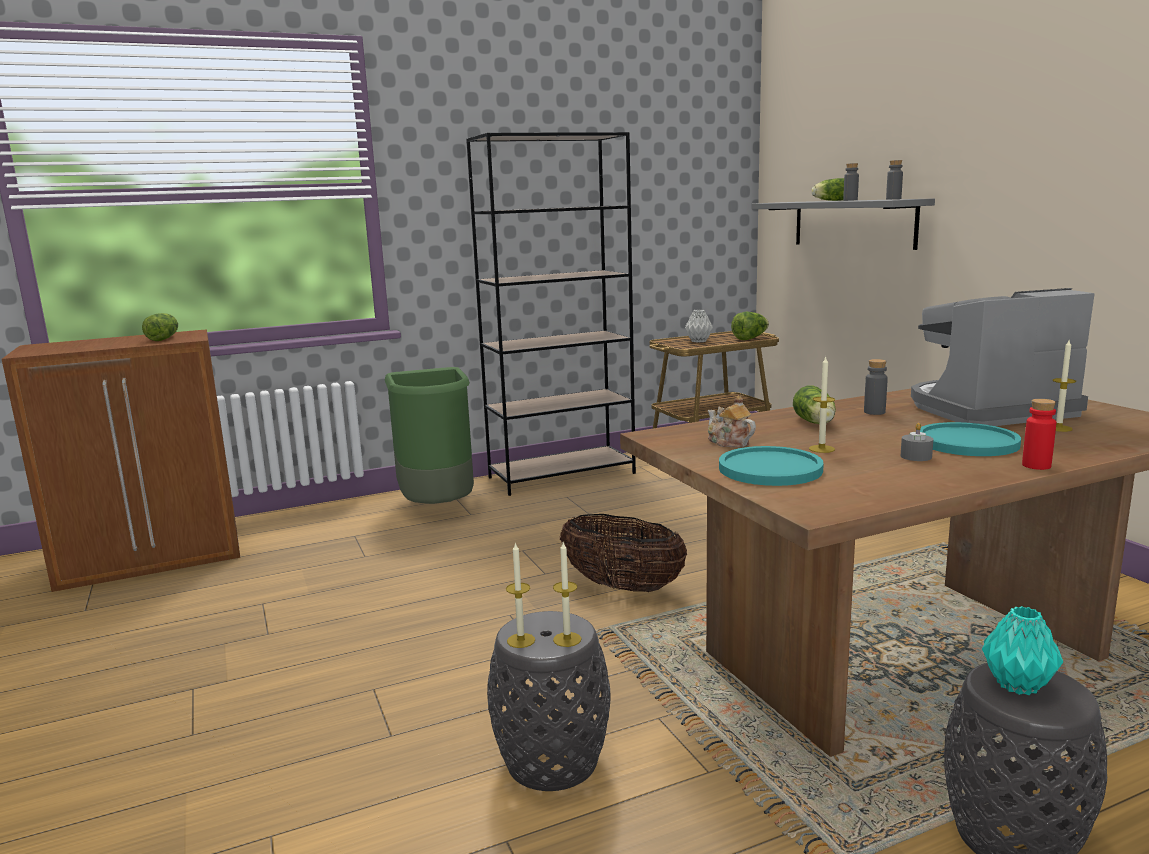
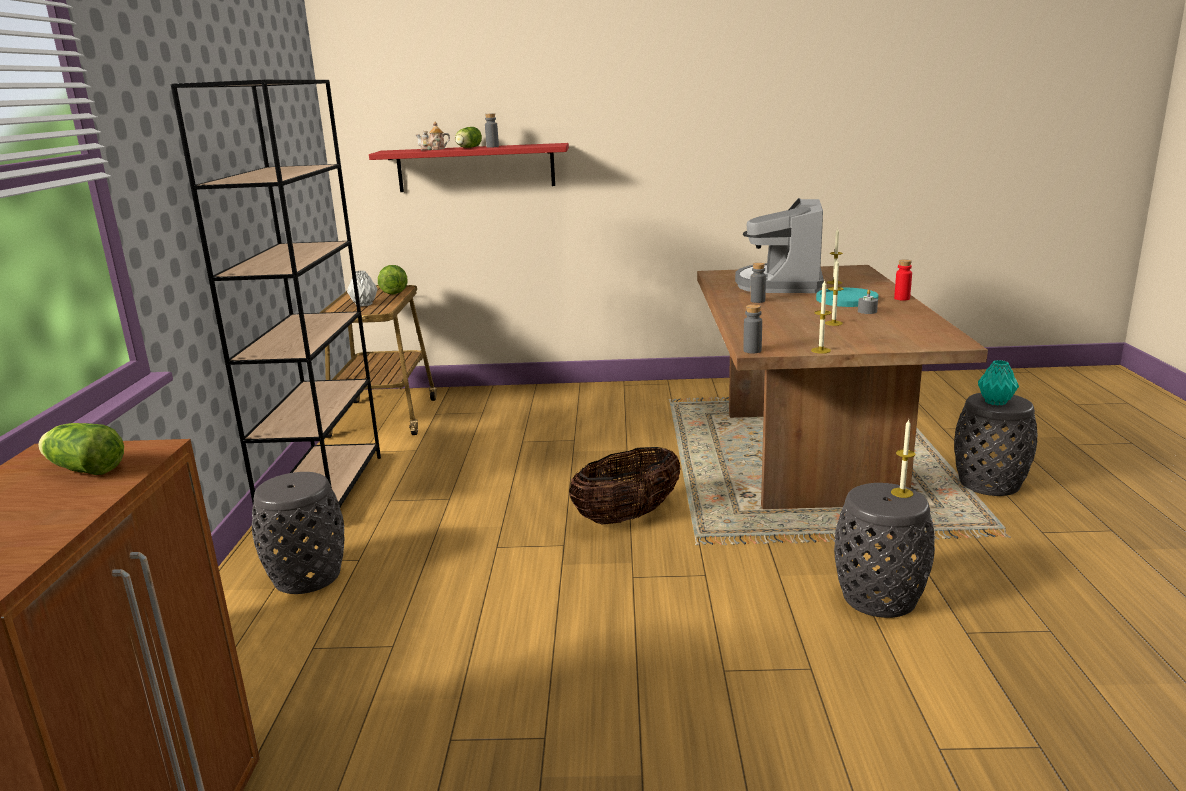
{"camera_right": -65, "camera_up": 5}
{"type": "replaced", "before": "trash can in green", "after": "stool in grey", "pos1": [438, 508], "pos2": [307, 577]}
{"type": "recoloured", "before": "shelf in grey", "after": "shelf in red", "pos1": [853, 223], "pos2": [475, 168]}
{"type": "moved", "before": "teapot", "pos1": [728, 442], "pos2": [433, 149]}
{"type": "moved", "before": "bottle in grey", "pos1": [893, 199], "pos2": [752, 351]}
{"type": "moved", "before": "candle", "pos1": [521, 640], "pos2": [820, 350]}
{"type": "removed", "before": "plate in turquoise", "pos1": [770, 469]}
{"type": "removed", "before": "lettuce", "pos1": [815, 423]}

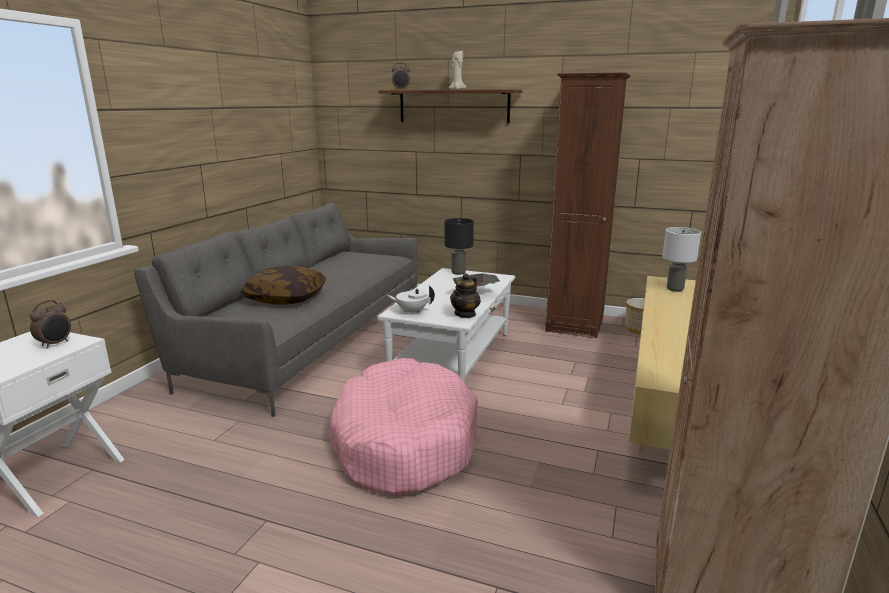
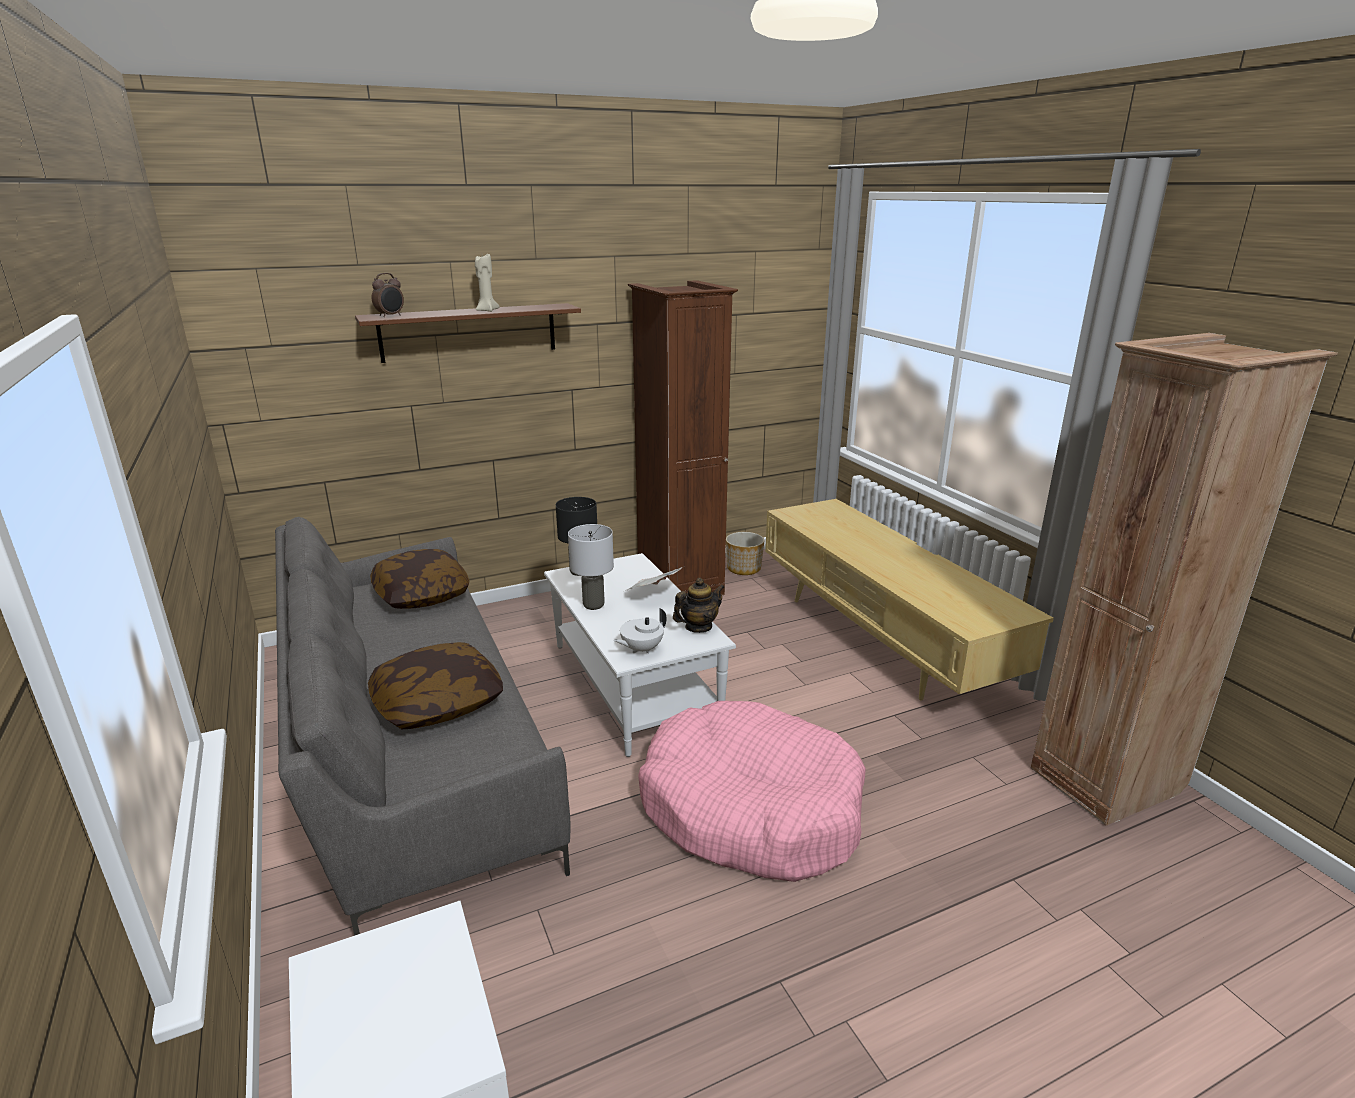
{"camera_right": -45, "camera_up": 5}
{"type": "added", "after": "pillow", "pos2": [421, 595]}
{"type": "moved", "before": "table lamp in white", "pos1": [674, 289], "pos2": [592, 605]}
{"type": "turned", "before": "teapot", "pos1": [465, 314], "pos2": [698, 627], "turn": -105}
{"type": "removed", "before": "alarm clock", "pos1": [55, 344]}

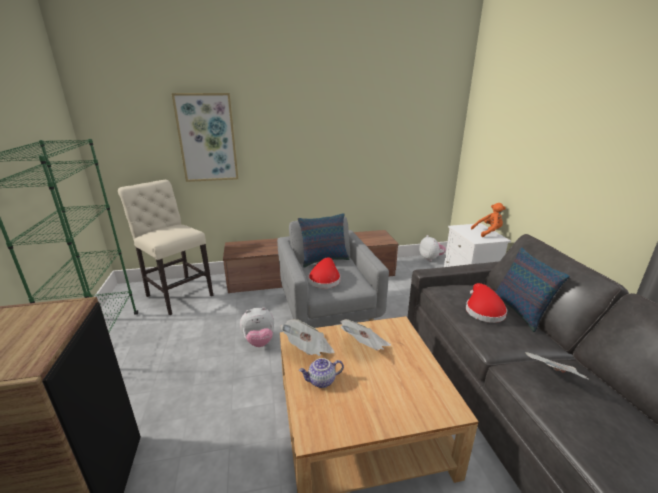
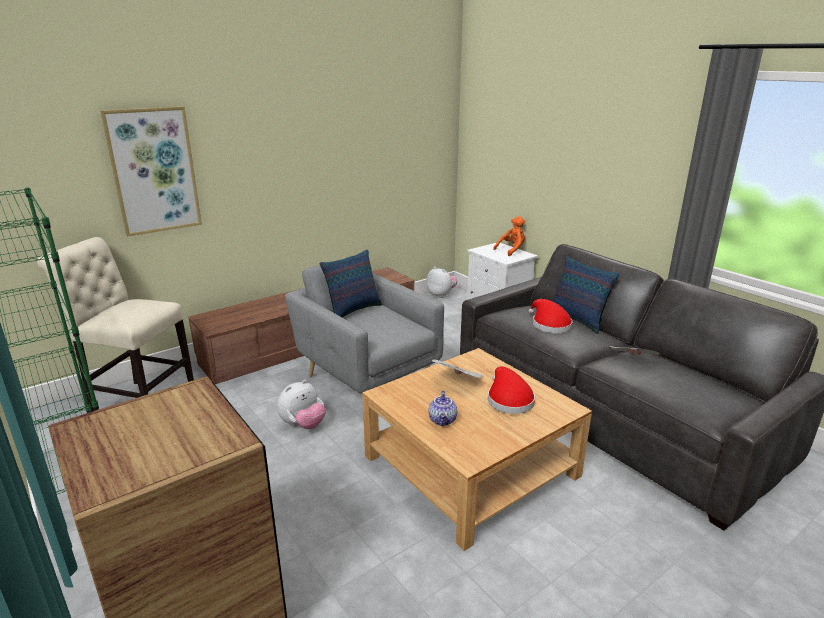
{"camera_right": -25, "camera_up": 0}
{"type": "turned", "before": "teapot", "pos1": [321, 381], "pos2": [443, 420], "turn": -45}
{"type": "moved", "before": "hat in red", "pos1": [325, 279], "pos2": [508, 399]}
{"type": "removed", "before": "newspaper", "pos1": [308, 349]}

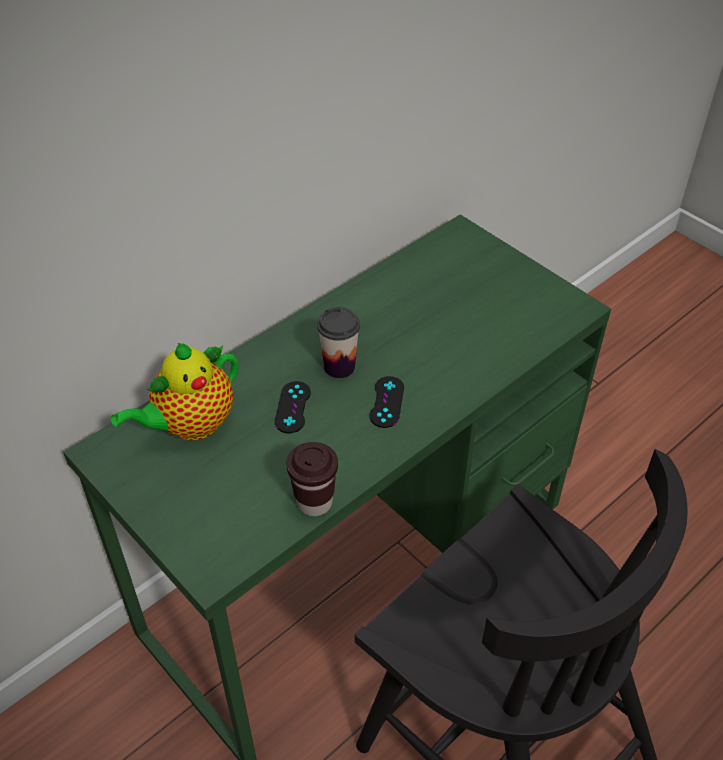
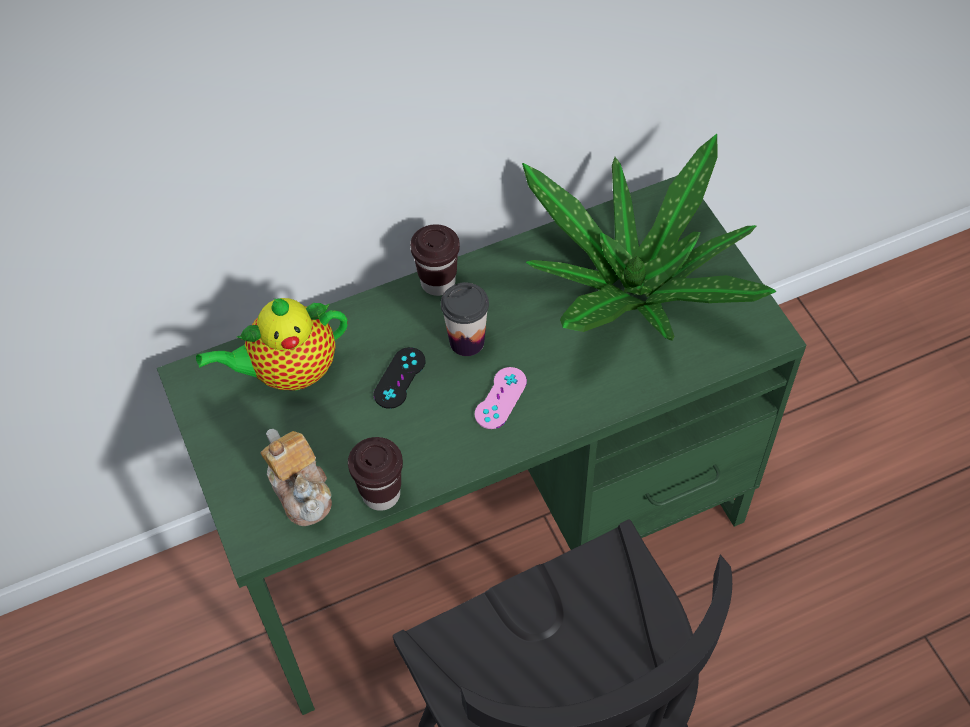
{"camera_right": 20, "camera_up": 10}
{"type": "added", "after": "teapot", "pos2": [301, 490]}
{"type": "added", "after": "cup in brown", "pos2": [438, 282]}
{"type": "recoloured", "before": "game controller in black", "after": "game controller in pink", "pos1": [386, 402], "pos2": [500, 398]}
{"type": "added", "after": "potted plant", "pos2": [635, 288]}

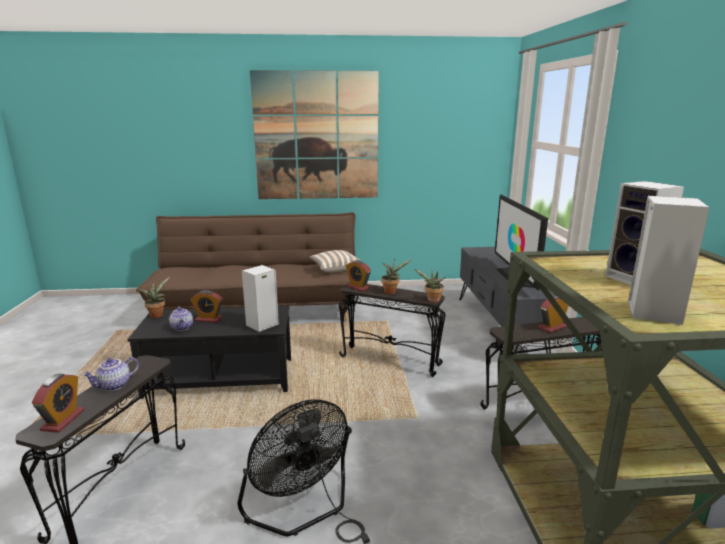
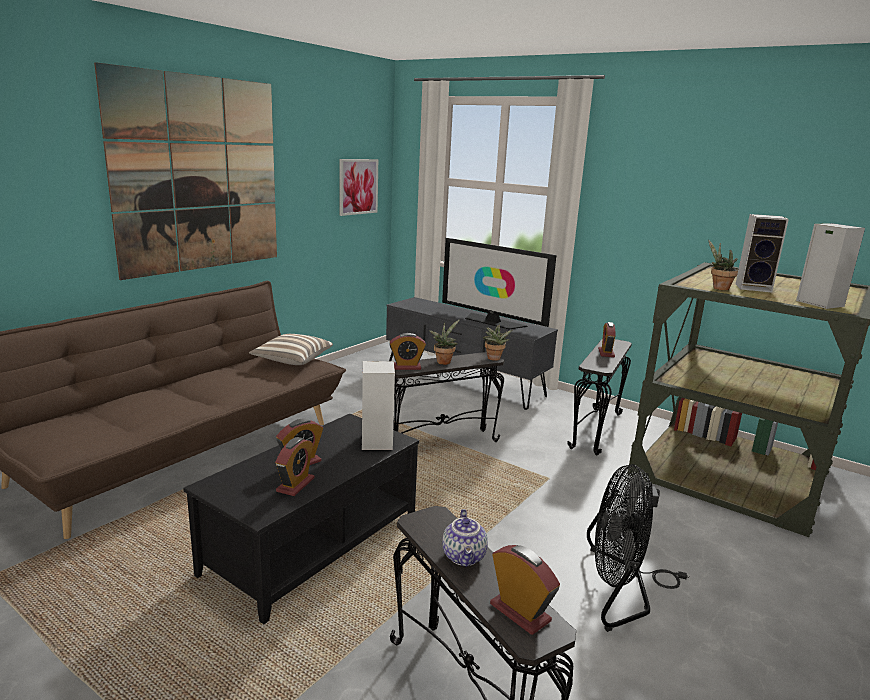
{"camera_right": -50, "camera_up": 0}
{"type": "replaced", "before": "teapot", "after": "alarm clock", "pos1": [182, 327], "pos2": [295, 485]}
{"type": "added", "after": "picture", "pos2": [358, 186]}
{"type": "moved", "before": "potted plant", "pos1": [157, 314], "pos2": [718, 288]}

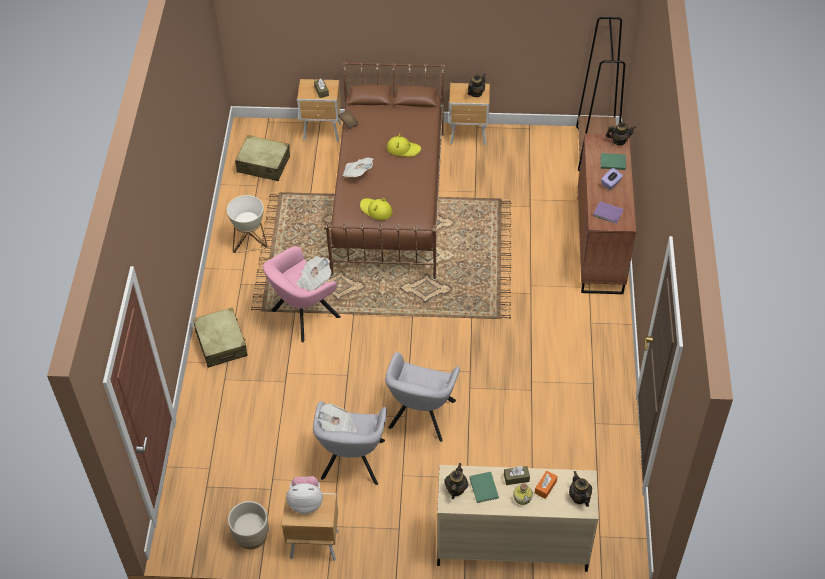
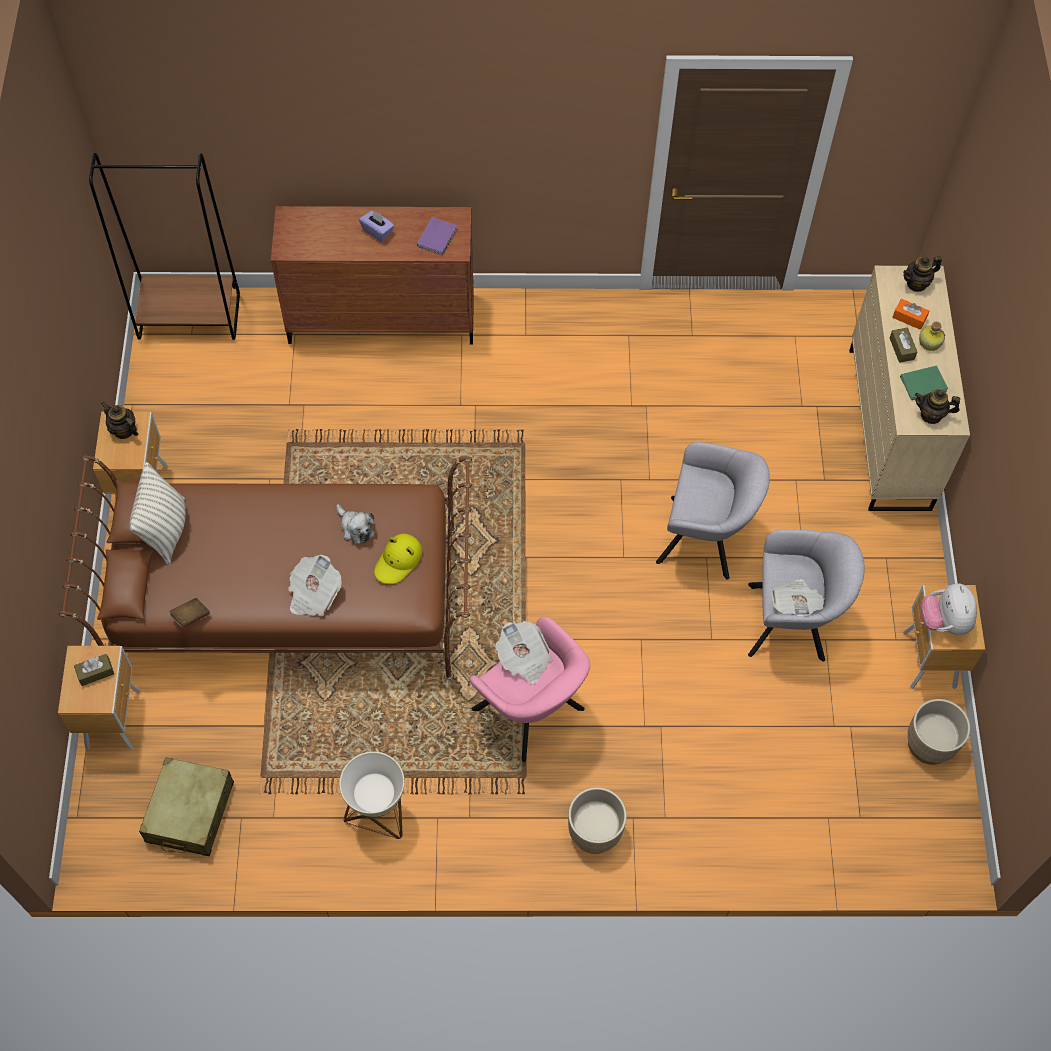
{"camera_right": -95, "camera_up": 10}
{"type": "added", "after": "pillow", "pos2": [165, 530]}
{"type": "added", "after": "plush toy", "pos2": [355, 528]}
{"type": "replaced", "before": "suitcase in beige", "after": "planter in beige", "pos1": [221, 343], "pos2": [594, 832]}
{"type": "removed", "before": "hat in yellow", "pos1": [403, 149]}
{"type": "removed", "before": "book in green", "pos1": [612, 162]}
{"type": "removed", "before": "teapot", "pos1": [619, 141]}

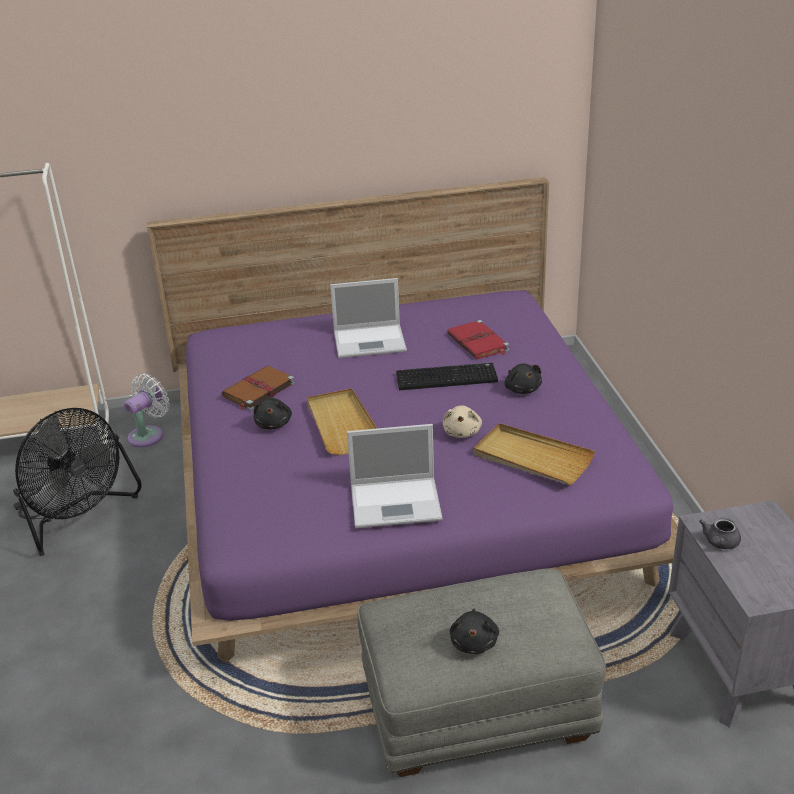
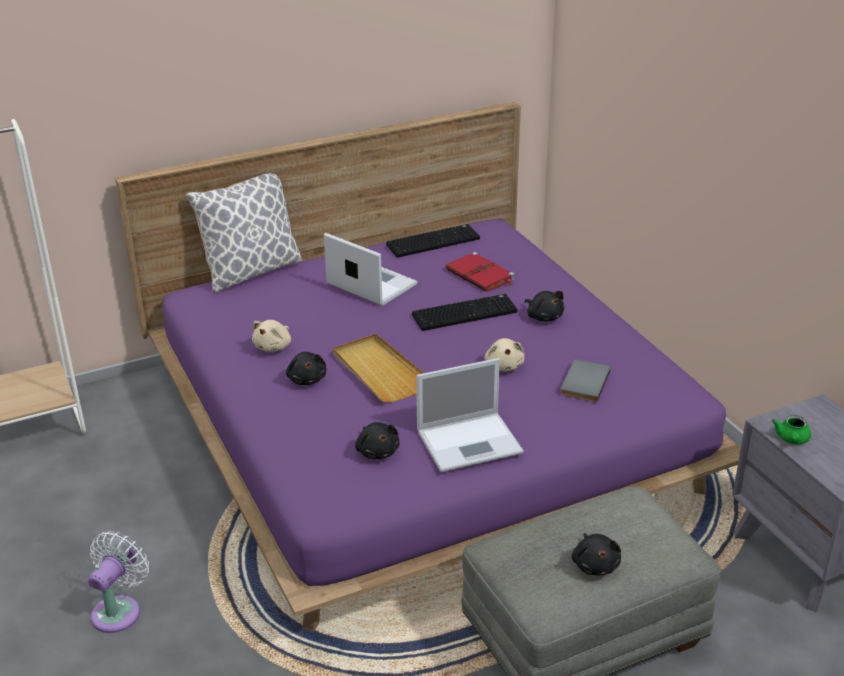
{"camera_right": -15, "camera_up": 0}
{"type": "moved", "before": "fan in white", "pos1": [149, 435], "pos2": [119, 610]}
{"type": "added", "after": "pillow", "pos2": [251, 271]}
{"type": "replaced", "before": "book in brown", "after": "plush toy in beige", "pos1": [258, 390], "pos2": [273, 346]}
{"type": "turned", "before": "laptop", "pos1": [371, 341], "pos2": [370, 284], "turn": -120}
{"type": "added", "after": "plush toy in black", "pos2": [377, 451]}
{"type": "added", "after": "keyboard", "pos2": [433, 241]}
{"type": "replaced", "before": "tray in beige", "after": "book in grey", "pos1": [532, 458], "pos2": [583, 382]}
{"type": "recoloured", "before": "teapot in grey", "after": "teapot in green", "pos1": [719, 543], "pos2": [791, 440]}
{"type": "removed", "before": "fan in black", "pos1": [73, 518]}

